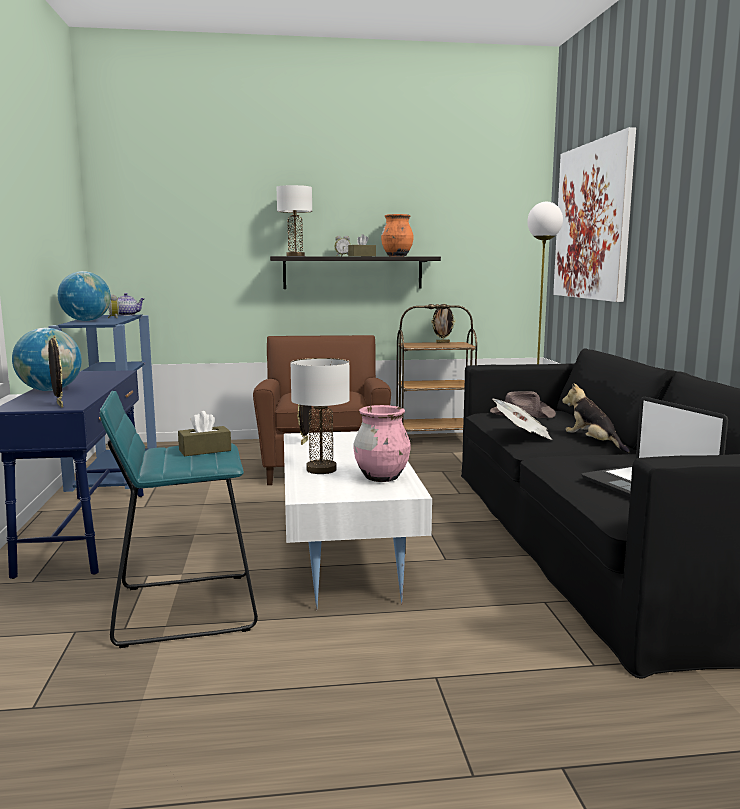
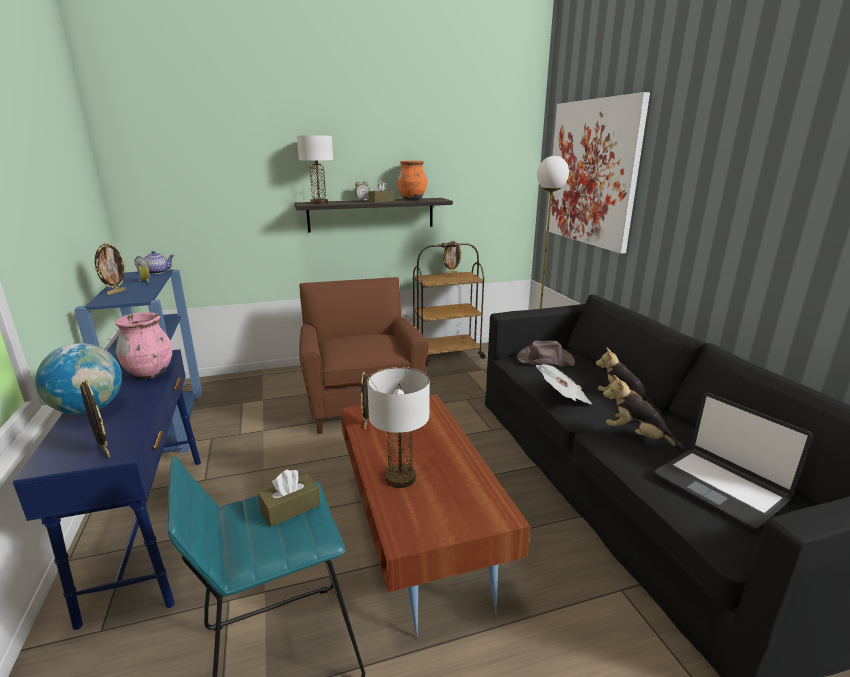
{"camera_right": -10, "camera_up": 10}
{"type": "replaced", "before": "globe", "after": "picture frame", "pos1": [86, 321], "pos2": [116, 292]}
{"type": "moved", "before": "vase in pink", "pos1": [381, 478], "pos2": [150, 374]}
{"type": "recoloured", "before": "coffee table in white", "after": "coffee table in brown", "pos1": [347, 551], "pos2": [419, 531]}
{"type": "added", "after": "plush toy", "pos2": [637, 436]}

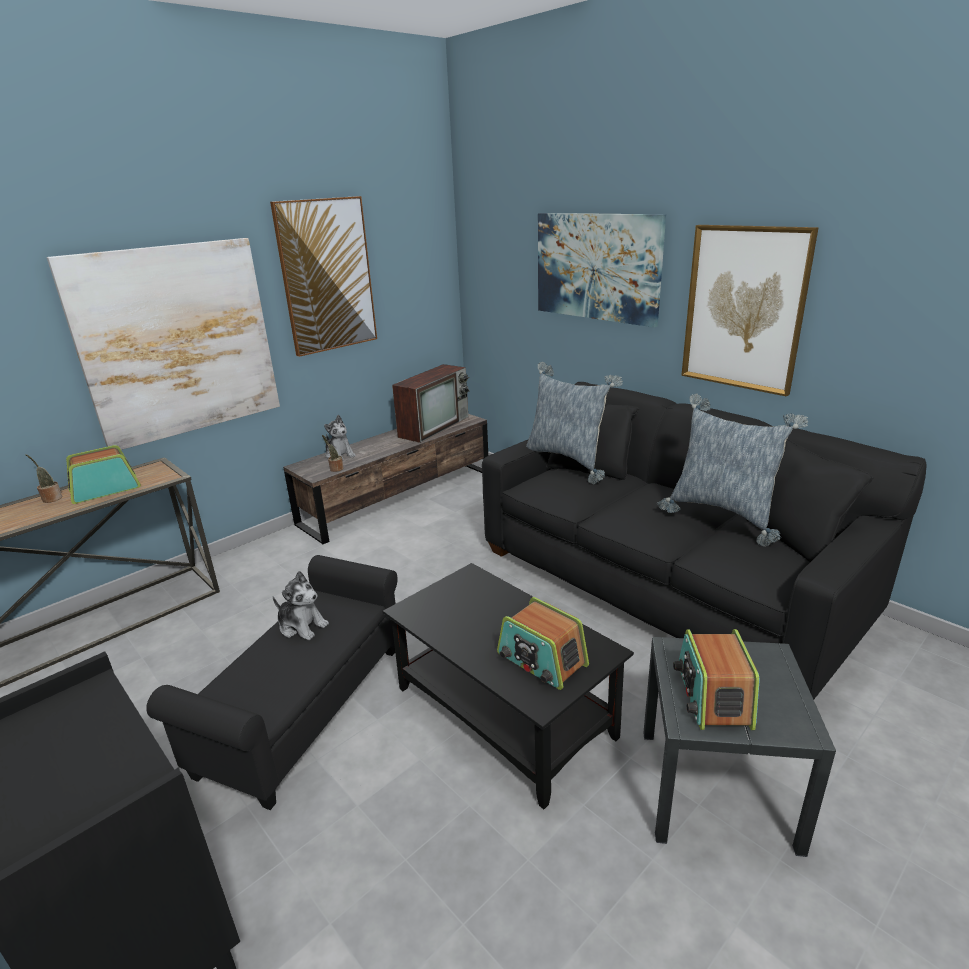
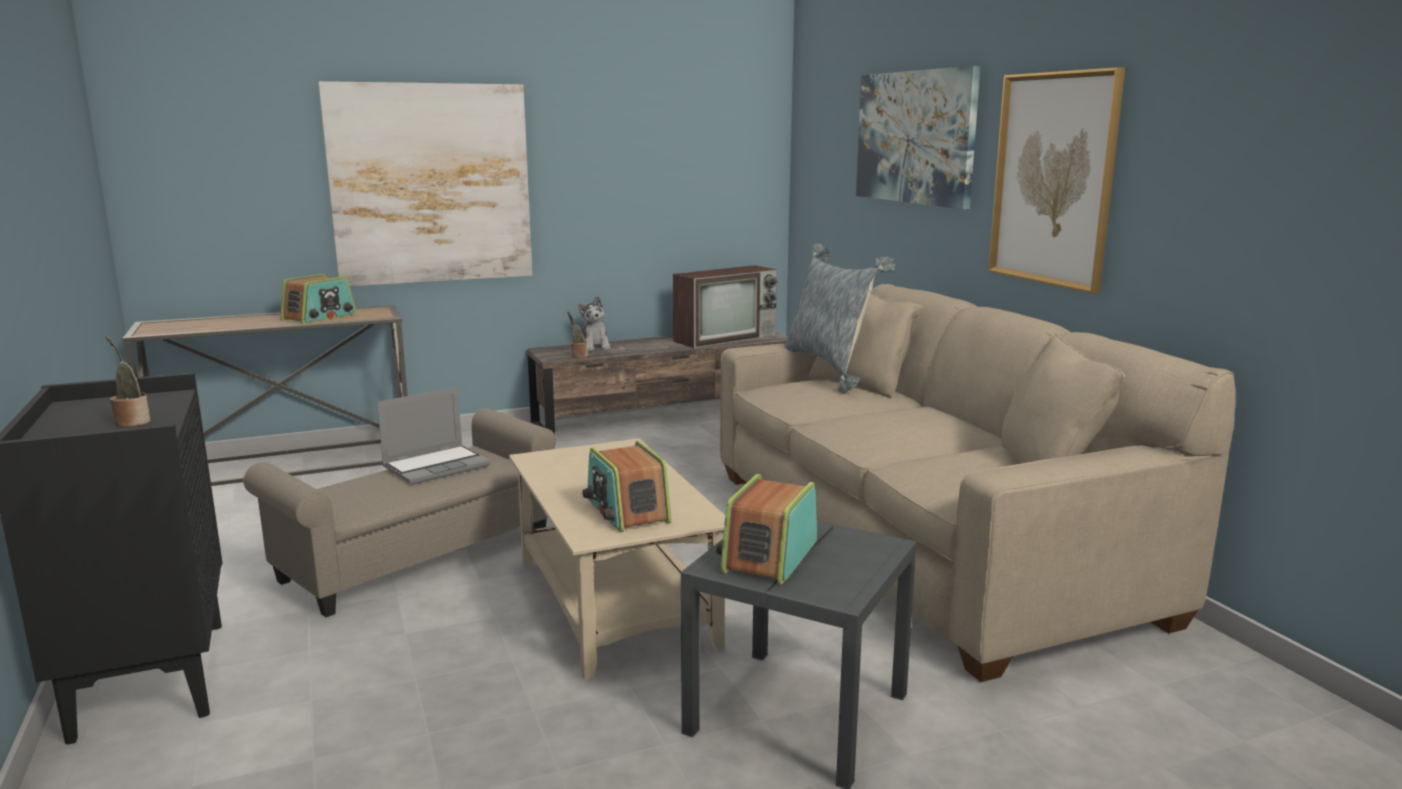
{"camera_right": 20, "camera_up": -10}
{"type": "moved", "before": "potted plant", "pos1": [51, 498], "pos2": [131, 422]}
{"type": "recoloured", "before": "ottoman in black", "after": "ottoman in beige", "pos1": [304, 708], "pos2": [418, 557]}
{"type": "turned", "before": "radio", "pos1": [105, 489], "pos2": [320, 317], "turn": 135}
{"type": "replaced", "before": "plush toy", "after": "laptop", "pos1": [302, 626], "pos2": [437, 466]}
{"type": "recoloured", "before": "coffee table in black", "after": "coffee table in beige", "pos1": [505, 712], "pos2": [616, 603]}
{"type": "recoloured", "before": "sofa in black", "after": "sofa in beige", "pos1": [664, 584], "pos2": [917, 541]}
{"type": "removed", "before": "picture", "pos1": [327, 276]}
{"type": "removed", "before": "pillow", "pos1": [722, 521]}

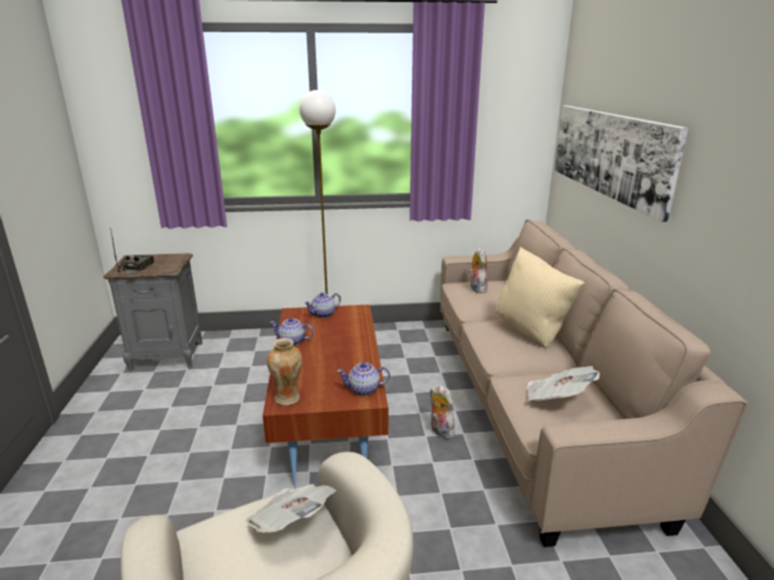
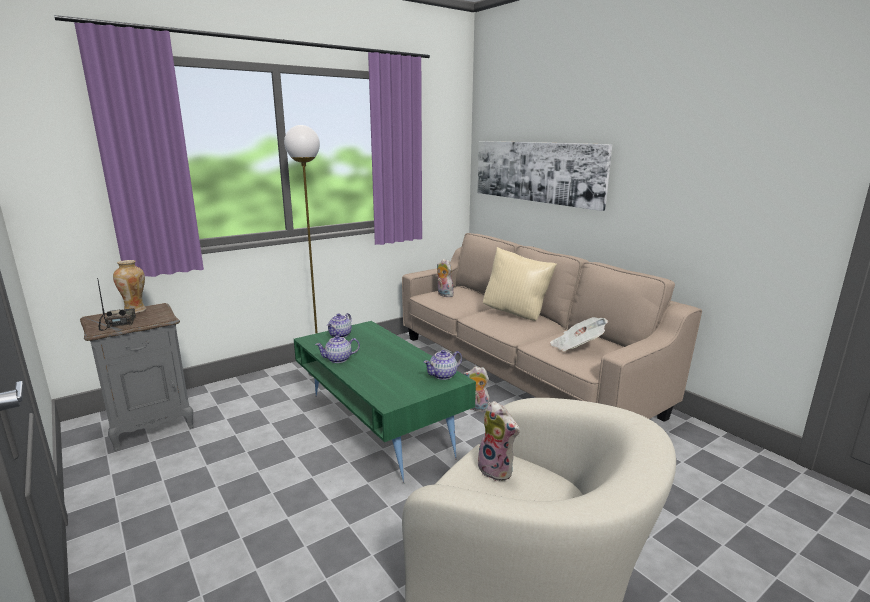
{"camera_right": -30, "camera_up": -5}
{"type": "moved", "before": "vase", "pos1": [288, 398], "pos2": [135, 310]}
{"type": "recoloured", "before": "coffee table in brown", "after": "coffee table in green", "pos1": [330, 417], "pos2": [379, 424]}
{"type": "replaced", "before": "newspaper", "after": "plush toy", "pos1": [292, 523], "pos2": [497, 470]}

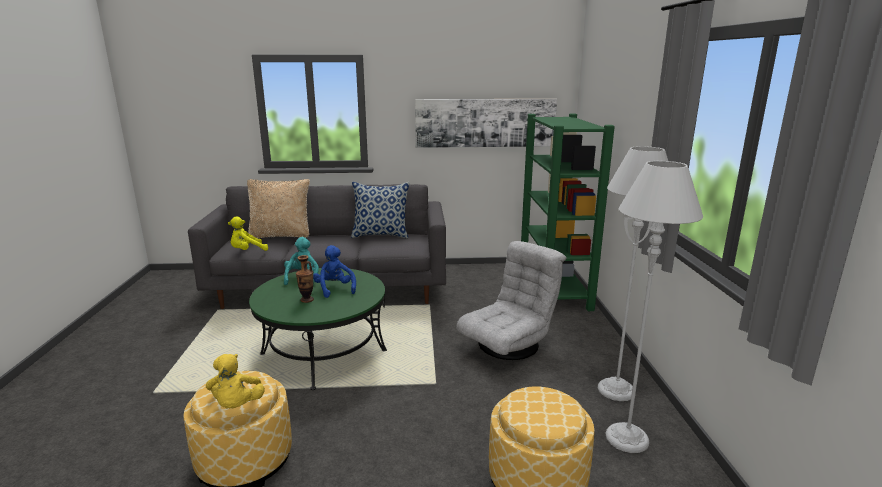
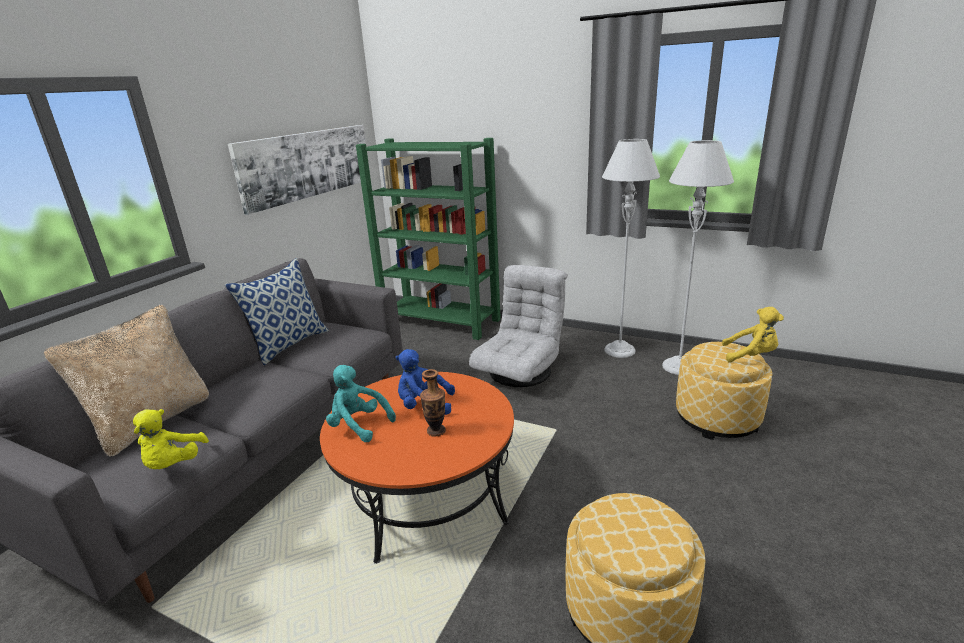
{"camera_right": -60, "camera_up": 5}
{"type": "recoloured", "before": "coffee table in green", "after": "coffee table in orange", "pos1": [324, 352], "pos2": [427, 497]}
{"type": "turned", "before": "armchair in grey", "pos1": [509, 346], "pos2": [521, 373], "turn": 45}
{"type": "moved", "before": "plush toy in yellow", "pos1": [237, 405], "pos2": [751, 356]}

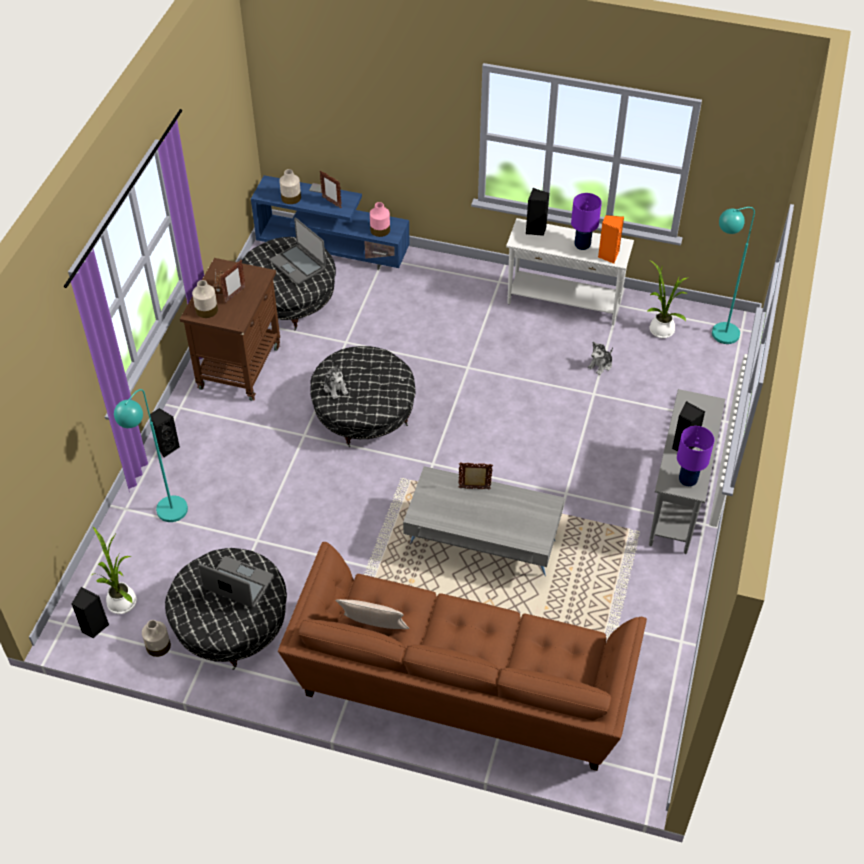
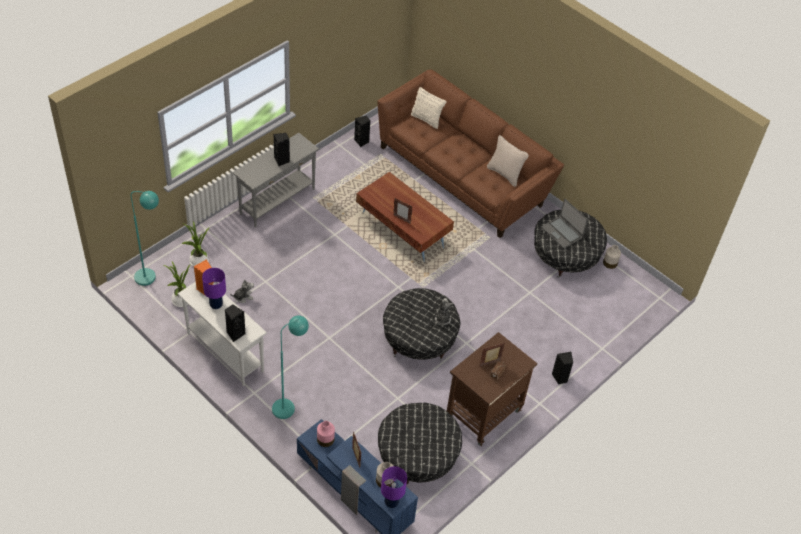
{"camera_right": -155, "camera_up": 0}
{"type": "moved", "before": "potted plant", "pos1": [121, 600], "pos2": [198, 262]}
{"type": "moved", "before": "floor lamp in turquoise", "pos1": [167, 517], "pos2": [289, 406]}
{"type": "moved", "before": "speaker in black", "pos1": [94, 627], "pos2": [362, 141]}
{"type": "recoloured", "before": "coffee table in grey", "after": "coffee table in brown", "pos1": [482, 544], "pos2": [403, 231]}
{"type": "moved", "before": "table lamp in purple", "pos1": [688, 480], "pos2": [391, 502]}
{"type": "added", "after": "pillow in beige", "pos2": [427, 119]}
{"type": "removed", "before": "vase in beige", "pos1": [206, 310]}
{"type": "removed", "before": "laptop", "pos1": [298, 264]}

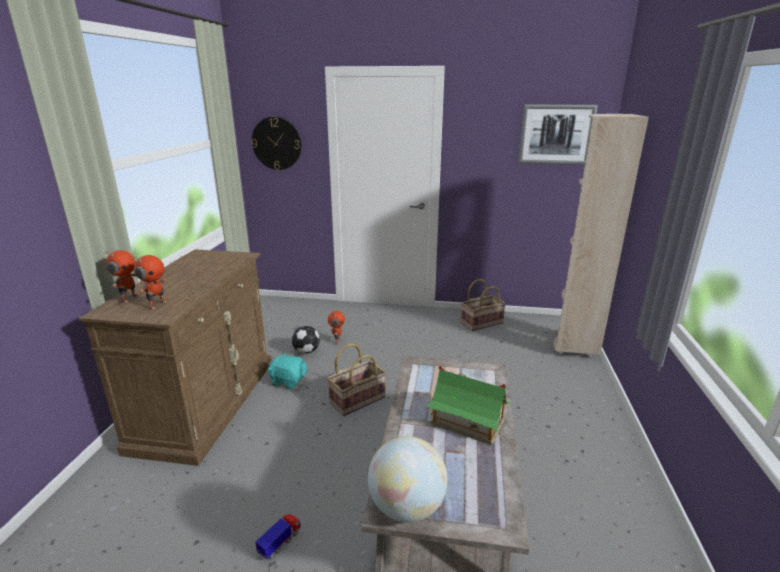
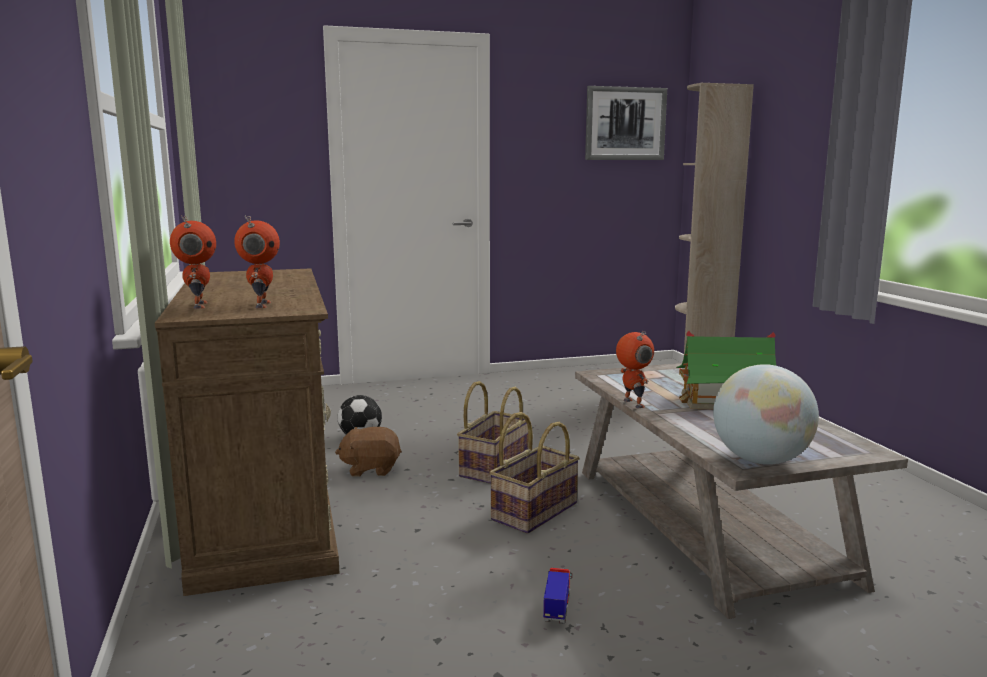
{"camera_right": -25, "camera_up": -10}
{"type": "recoloured", "before": "plush toy in turquoise", "after": "plush toy in brown", "pos1": [288, 381], "pos2": [371, 469]}
{"type": "moved", "before": "basket", "pos1": [481, 322], "pos2": [533, 511]}
{"type": "moved", "before": "toy robot", "pos1": [337, 341], "pos2": [632, 404]}
{"type": "removed", "before": "wall clock", "pos1": [276, 143]}

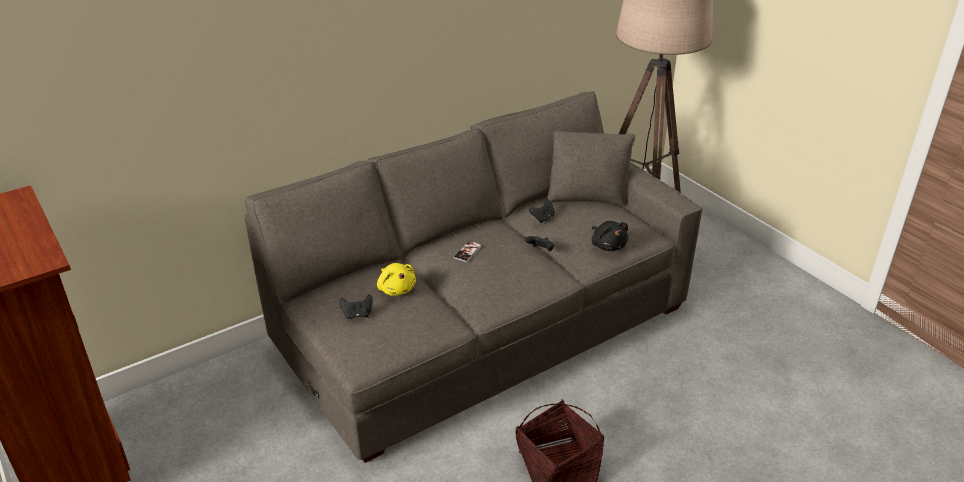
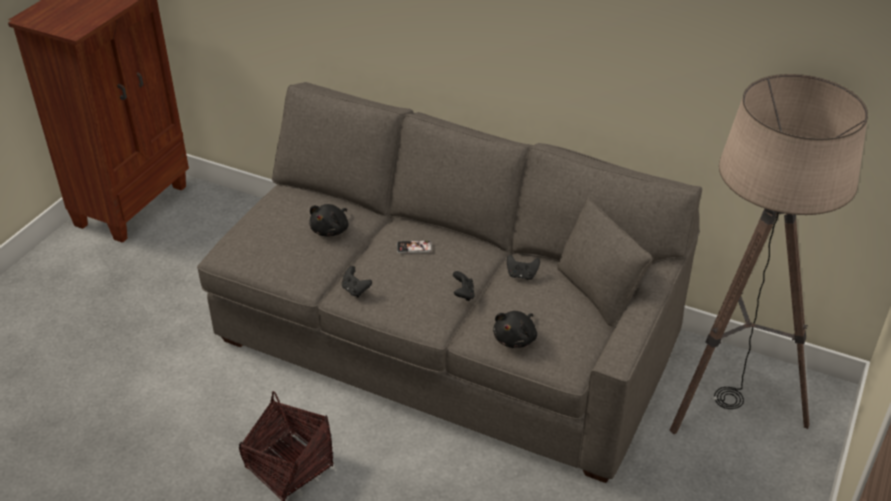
{"camera_right": 60, "camera_up": 5}
{"type": "recoloured", "before": "plush toy in yellow", "after": "plush toy in black", "pos1": [396, 288], "pos2": [331, 230]}
{"type": "moved", "before": "game controller in black", "pos1": [357, 315], "pos2": [355, 290]}

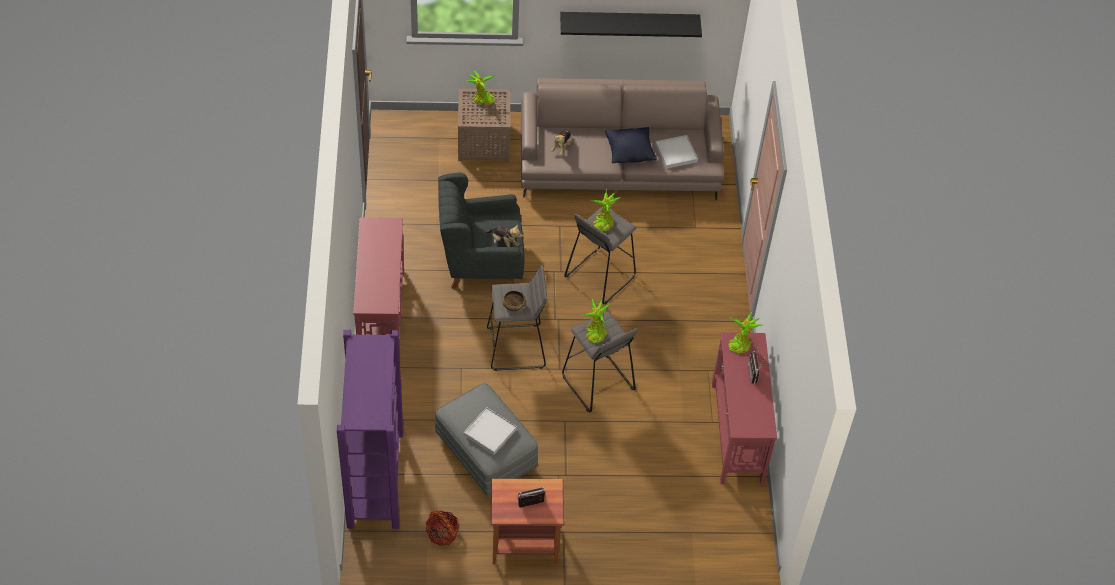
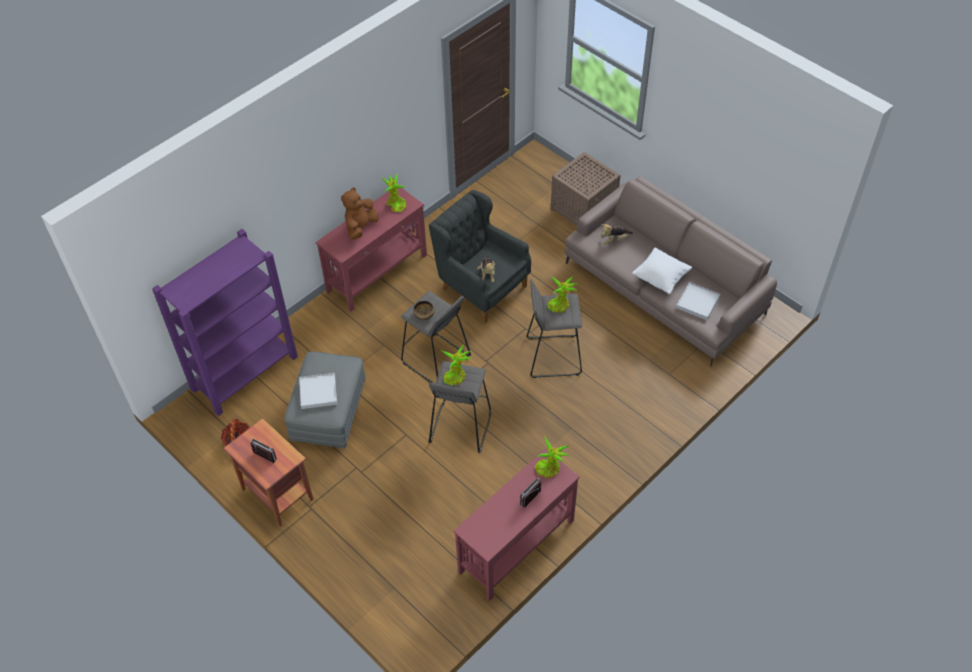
{"camera_right": 50, "camera_up": 0}
{"type": "added", "after": "plush toy in brown", "pos2": [360, 227]}
{"type": "moved", "before": "potted plant", "pos1": [481, 99], "pos2": [395, 204]}
{"type": "recoloured", "before": "pillow in black", "after": "pillow in white", "pos1": [629, 153], "pos2": [660, 278]}
{"type": "removed", "before": "shelf in black", "pos1": [629, 22]}

